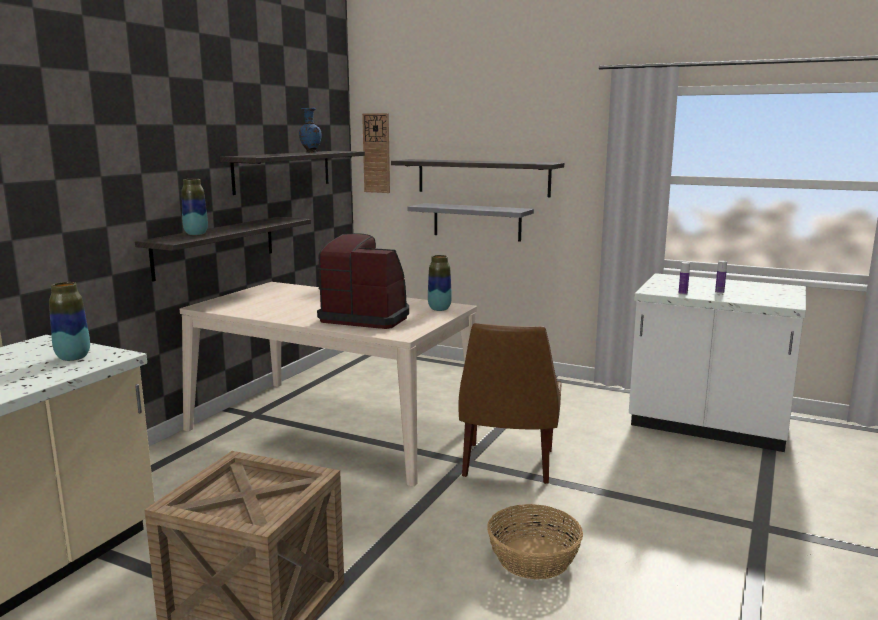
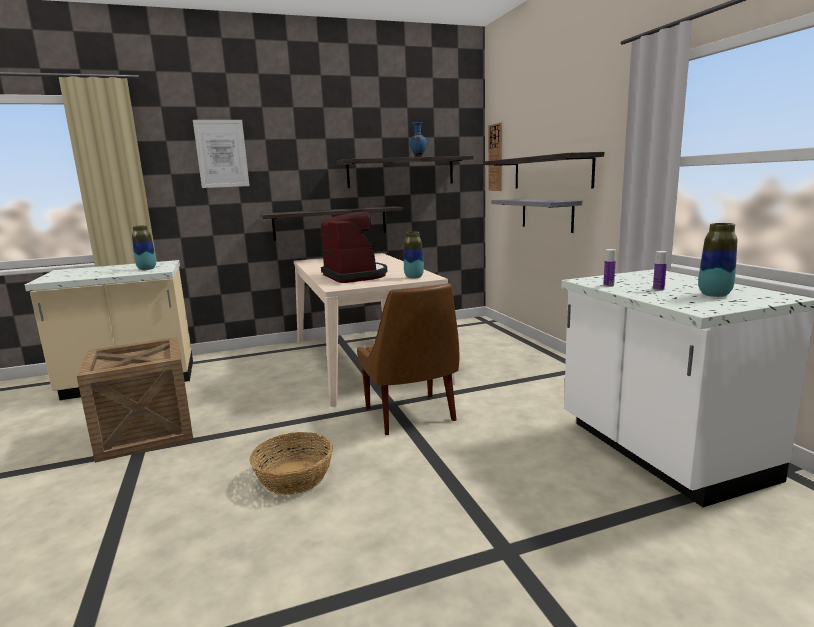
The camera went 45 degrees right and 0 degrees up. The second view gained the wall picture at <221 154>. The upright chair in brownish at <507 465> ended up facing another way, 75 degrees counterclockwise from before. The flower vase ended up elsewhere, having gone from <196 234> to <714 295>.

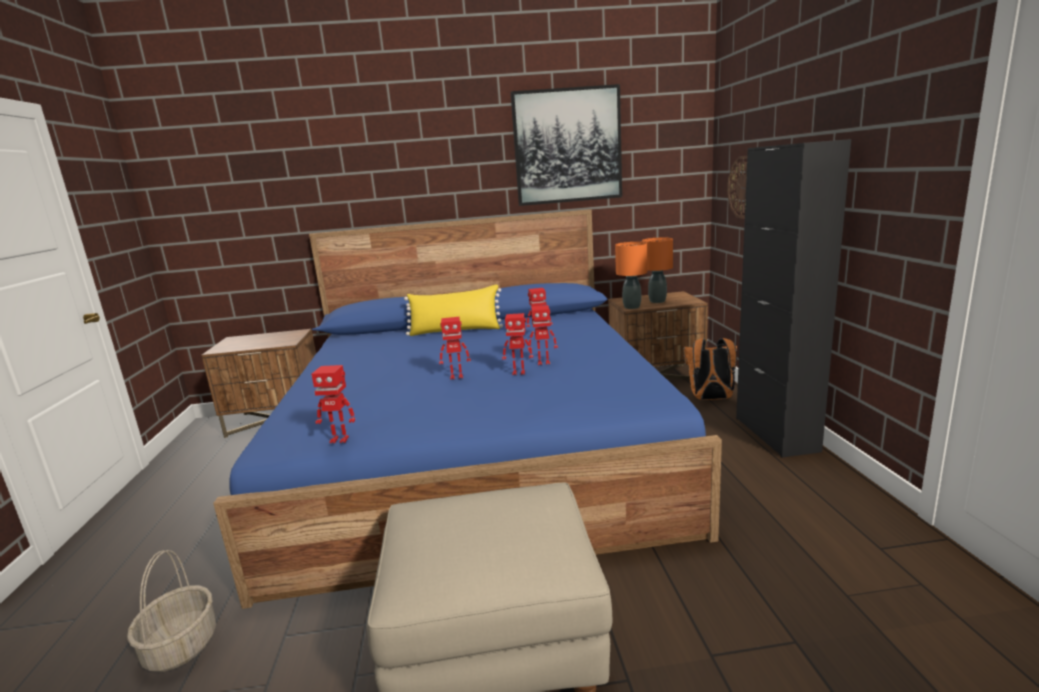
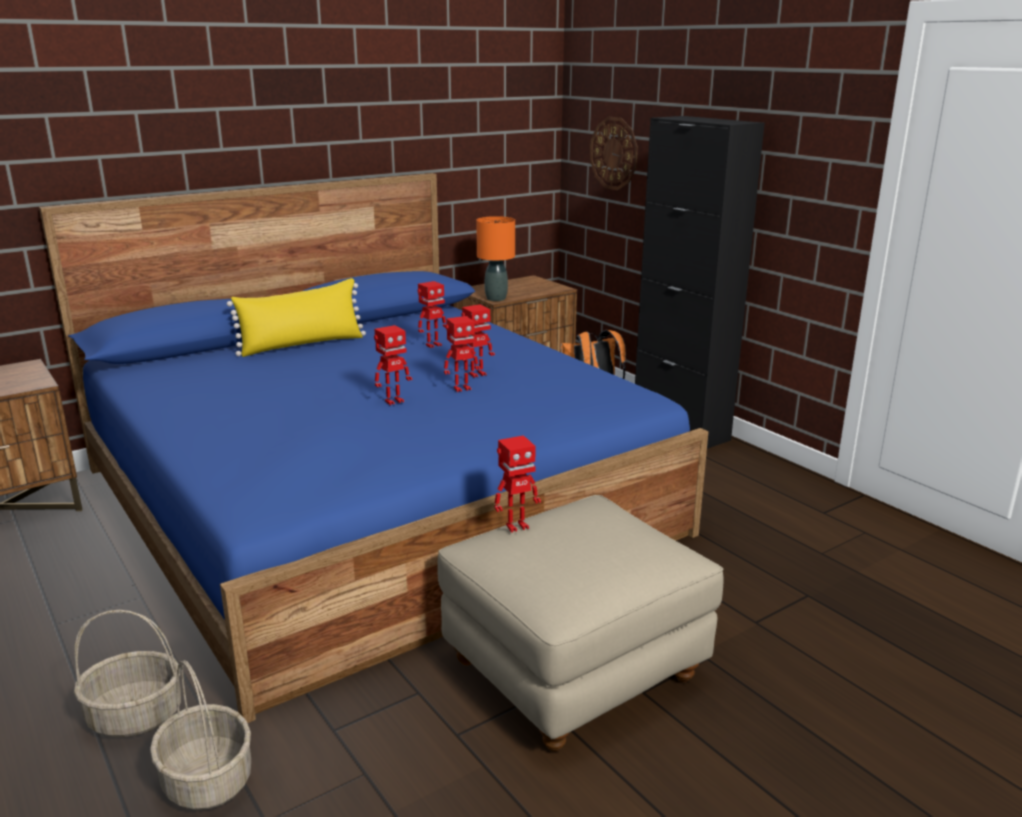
The camera went 30 degrees left and 5 degrees up. The second view gained the household basket at <134 717>. The model robot ended up elsewhere, having gone from <340 439> to <516 526>. The second view lost the wall picture at <567 146>. The second view lost the tabletop lamp in orangey at <657 301>.

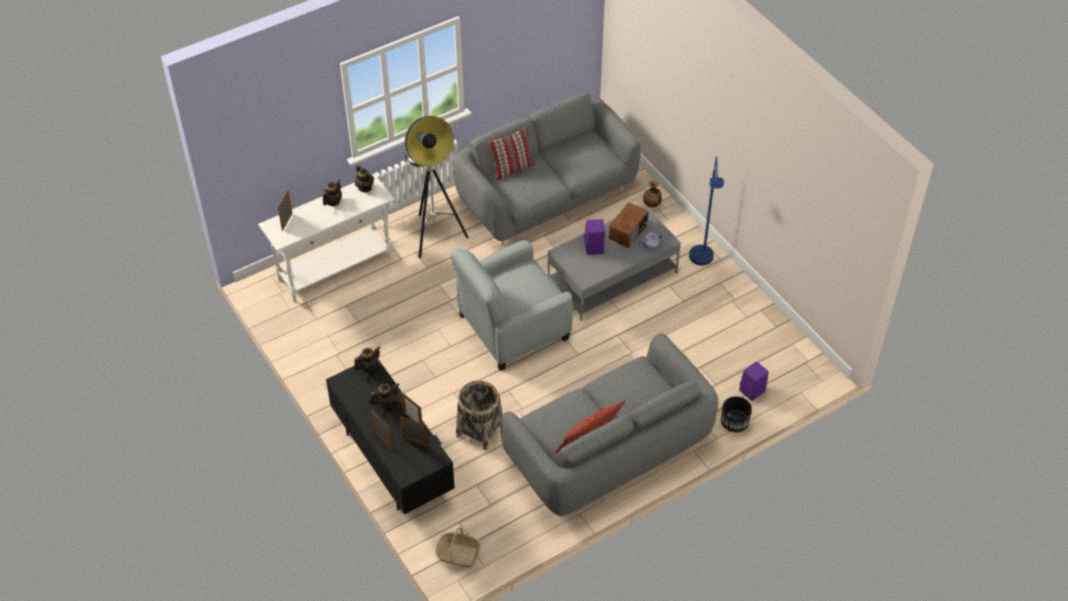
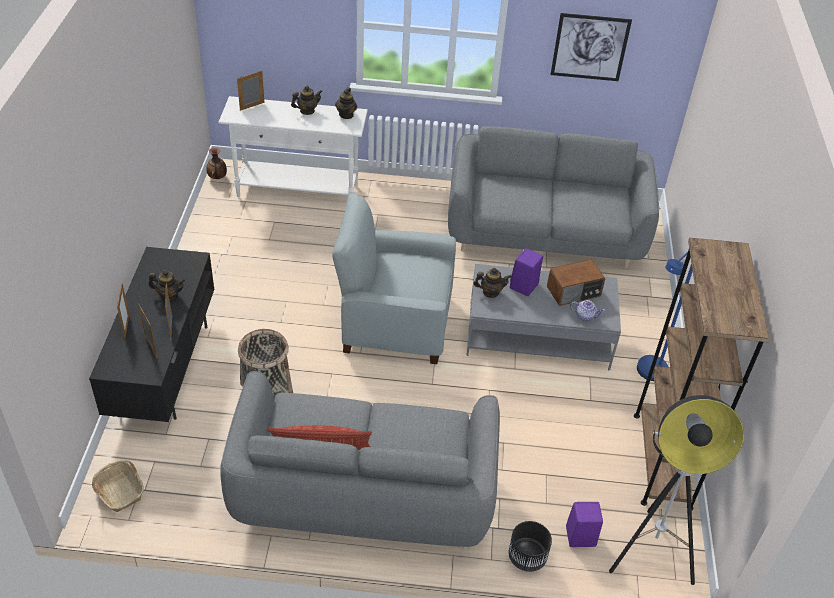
The camera went 35 degrees right and 5 degrees down. The flower vase ended up elsewhere, having gone from <652 204> to <217 177>. The tea pot ended up elsewhere, having gone from <368 367> to <490 292>. The second view gained the wall picture at <590 47>. The standard lamp ended up elsewhere, having gone from <434 235> to <650 552>. The second view gained the shelving unit in brownish at <662 460>. The second view lost the throw pillow at <512 169>.

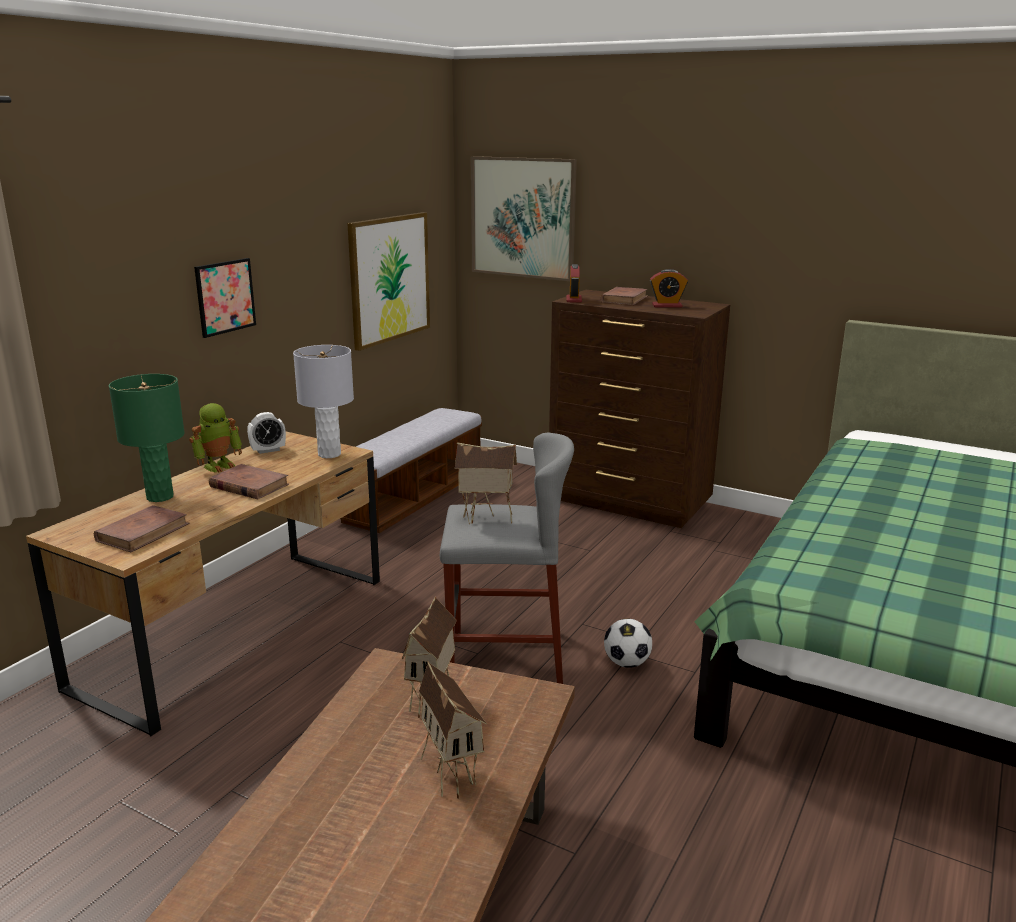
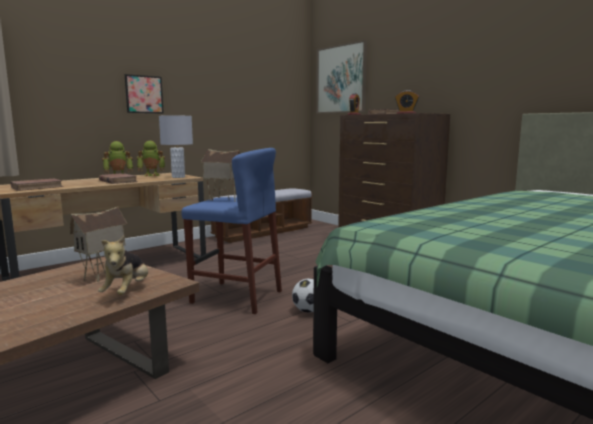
The camera went 20 degrees right and 10 degrees down. The second view gained the plush toy at <127 291>. Where the alarm clock stood at <268 450>, the model robot came to stand at <152 175>. What was the stool in greyish at <505 656> turned into the stool in blue at <236 297>. The second view lost the tabletop lamp in greenish at <159 497>. The second view lost the wall picture at <389 279>. The second view lost the toy house at <452 775>.

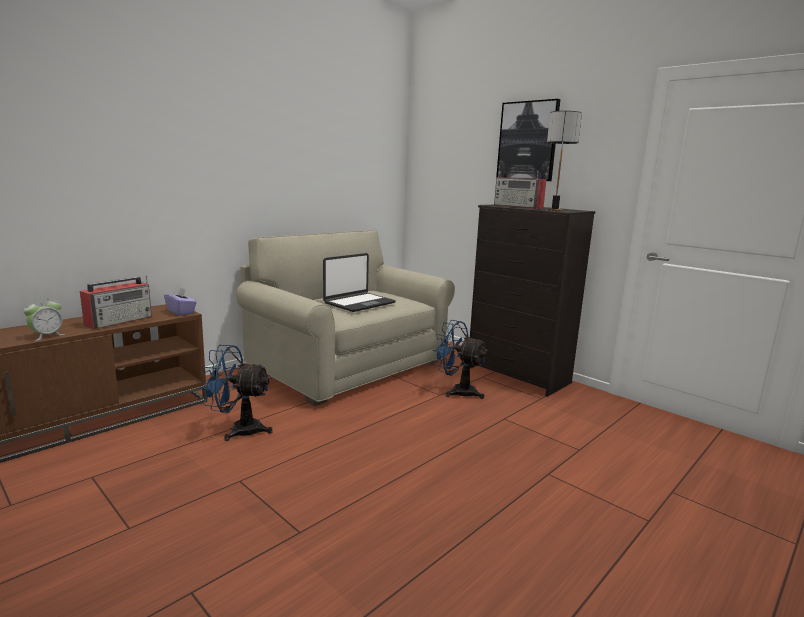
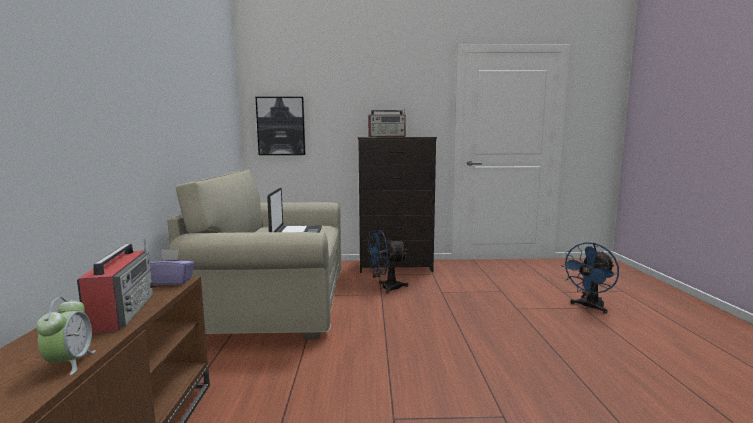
The camera went 45 degrees left and 5 degrees down. The wall picture ended up elsewhere, having gone from <527 141> to <281 126>. The fan in blue ended up elsewhere, having gone from <238 429> to <589 307>. The second view lost the tabletop lamp at <554 210>.

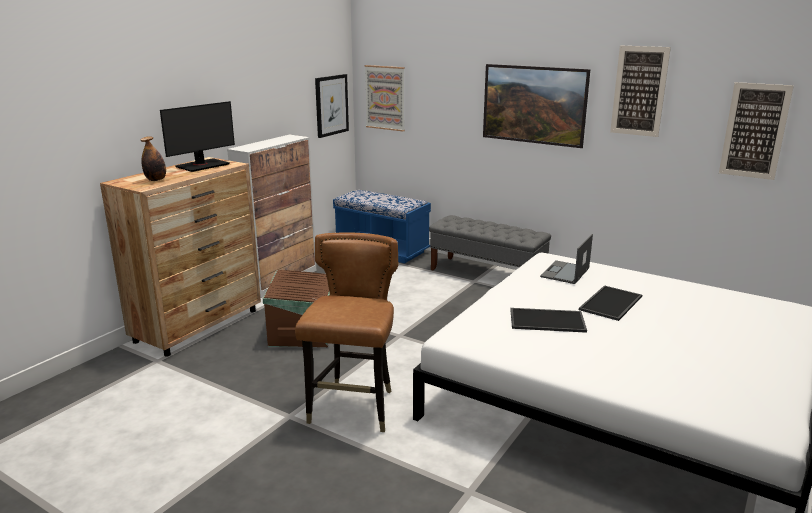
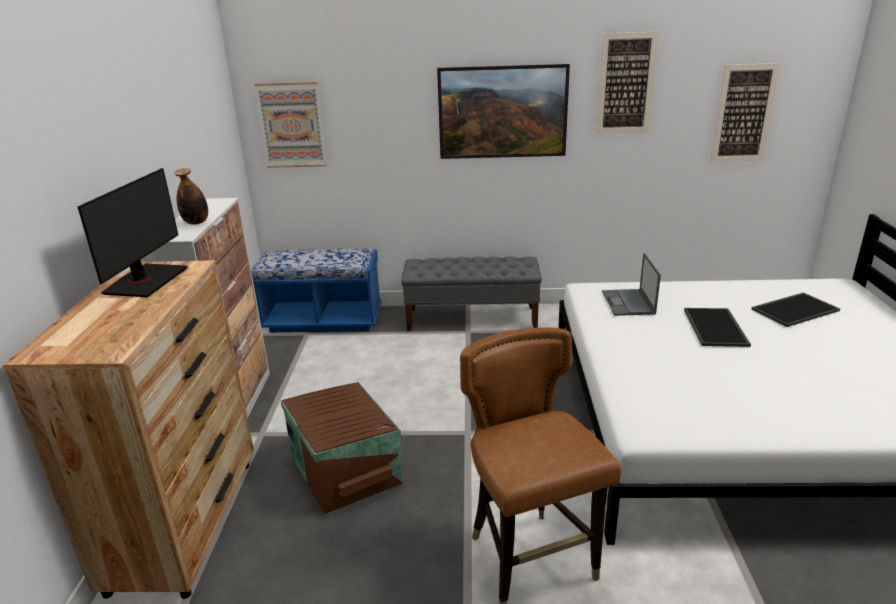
The camera went 30 degrees left and 5 degrees up. The drink bottle ended up elsewhere, having gone from <156 180> to <196 222>. The tray ended up elsewhere, having gone from <548 320> to <794 309>. The second view lost the wall picture at <331 105>.

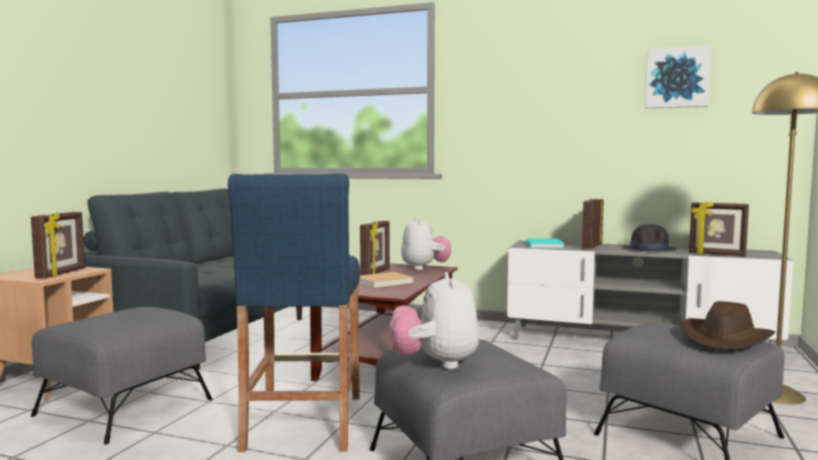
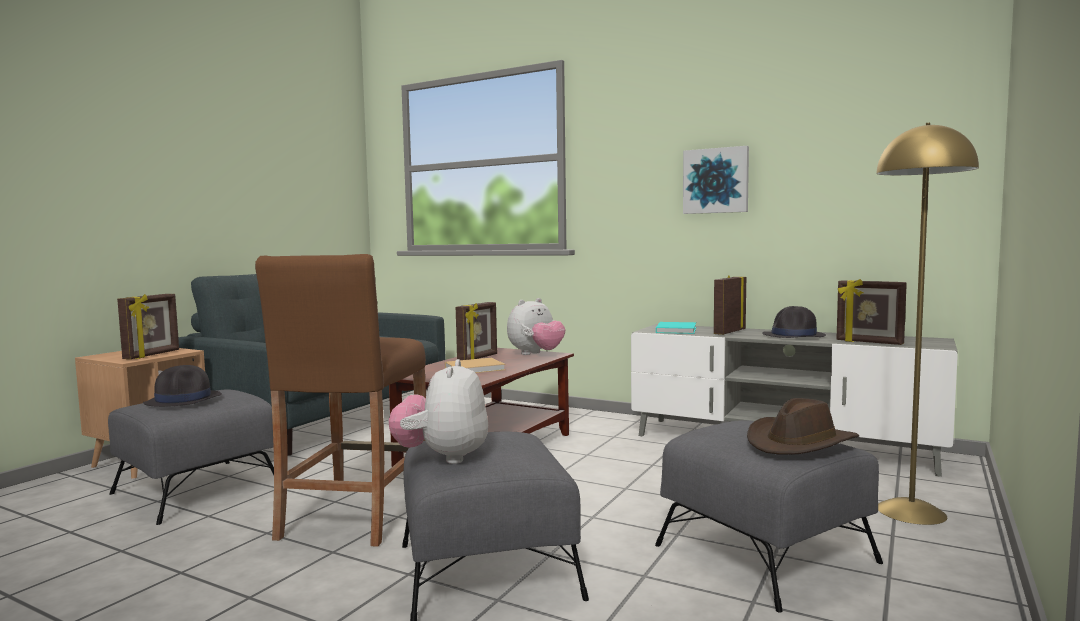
The camera went 10 degrees right and 0 degrees up. The second view gained the wearable hat in blackish at <184 400>. What was the stool in blue at <303 421> turned into the stool in brownish at <355 513>. The plush toy at <425 268> ended up facing another way, 45 degrees clockwise from before. The wall picture ended up elsewhere, having gone from <677 78> to <716 181>.

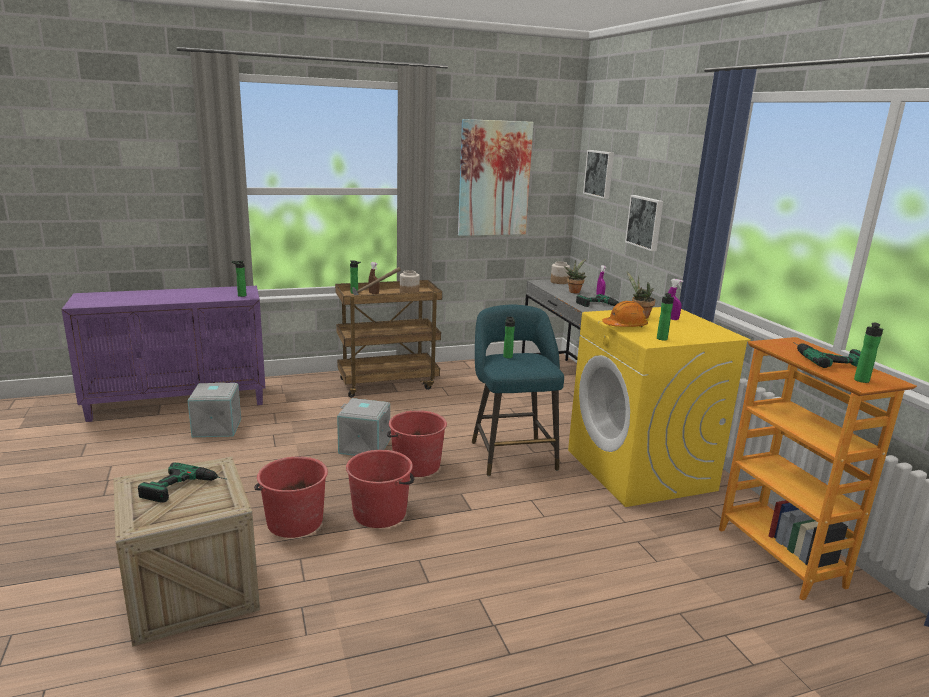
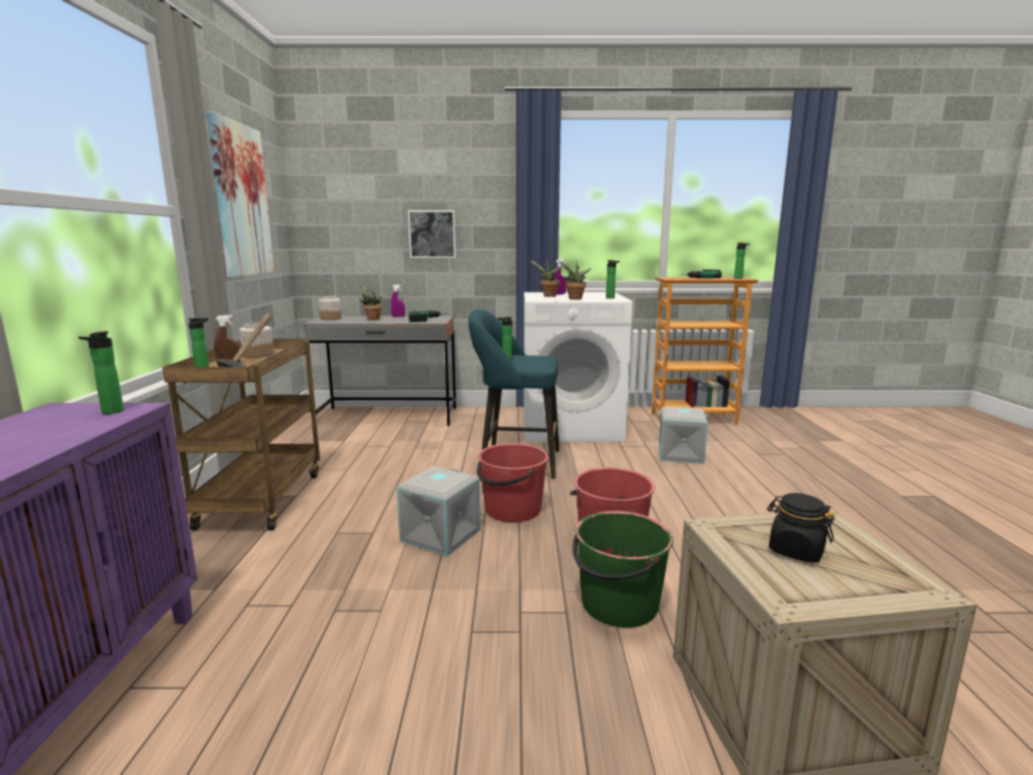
The camera went 70 degrees left and 5 degrees down. What was the washing machine in yellowish at <640 470> turned into the washing machine in white at <571 426>. Where the safety helmet in orangey stood at <625 326>, the houseplant came to stand at <574 299>. What was the pail in red-coloured at <294 522> turned into the pail in greenish at <618 604>. The storage bin in greyish ended up elsewhere, having gone from <216 427> to <680 455>. Where the electric drill stood at <186 489>, the preserve jar in blackish came to stand at <795 550>. The second view lost the wall picture at <600 173>.

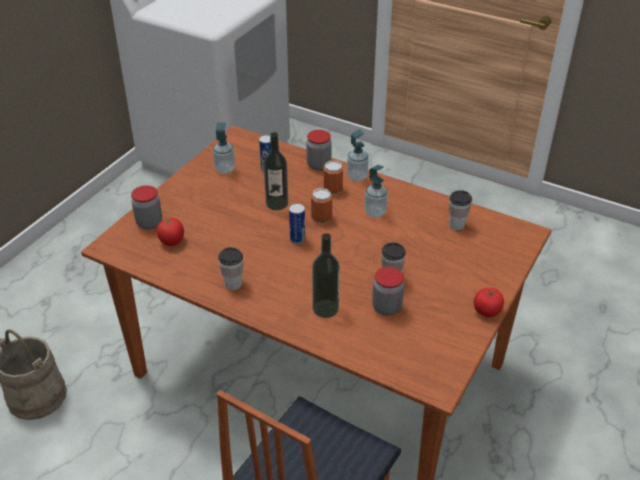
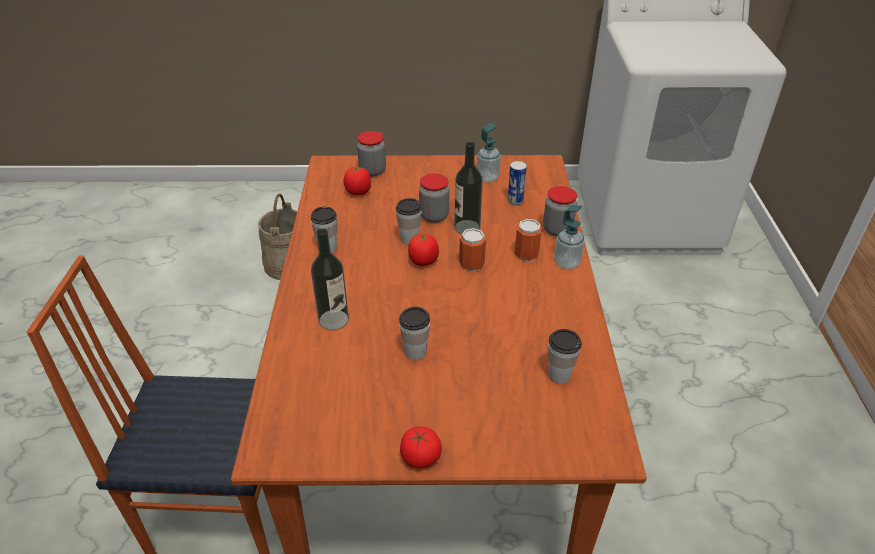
The camera went 60 degrees right and 0 degrees up. The second view gained the drinking cup at <409 239>. Where the sealed can stood at <297 239>, the tomato came to stand at <423 261>. The preserve jar ended up elsewhere, having gone from <386 307> to <434 216>. The second view lost the soap dispenser at <375 212>.

